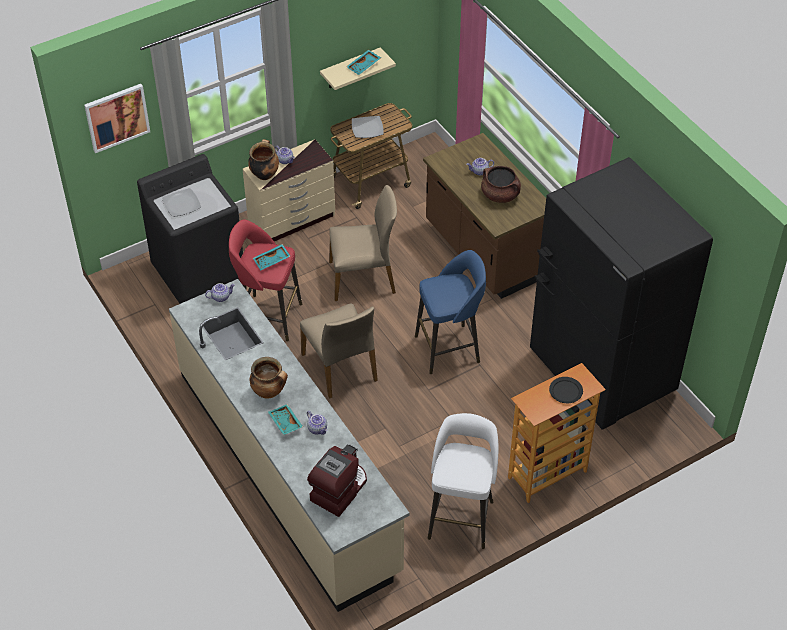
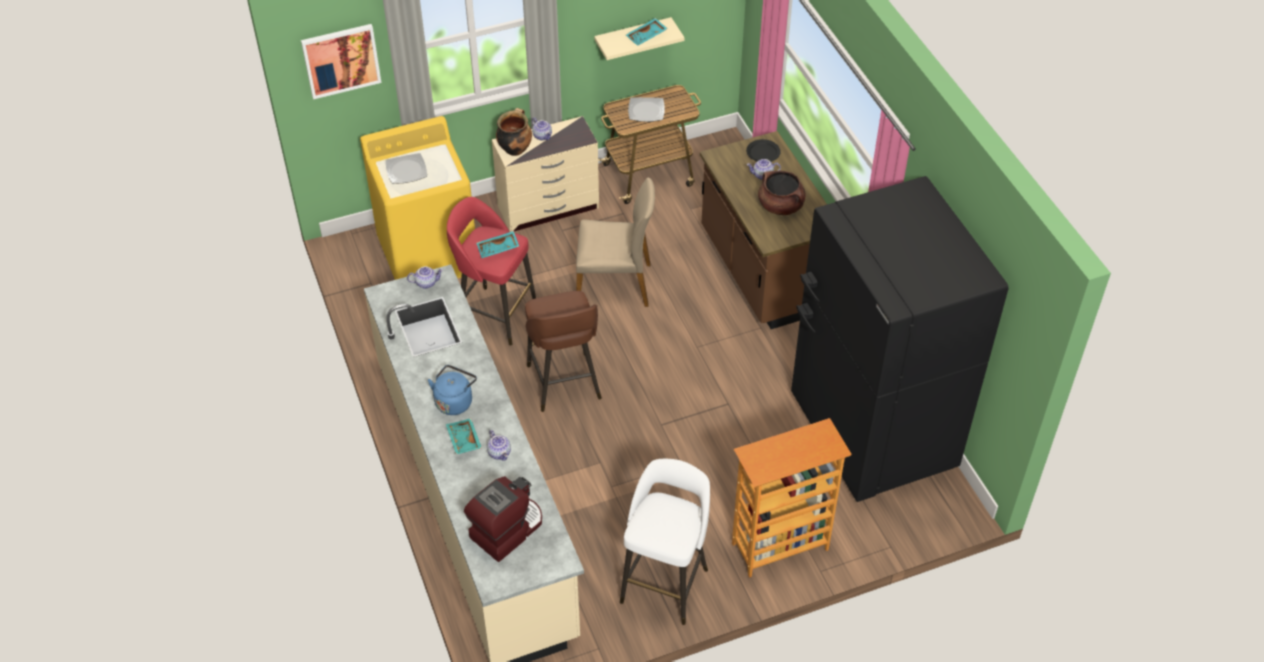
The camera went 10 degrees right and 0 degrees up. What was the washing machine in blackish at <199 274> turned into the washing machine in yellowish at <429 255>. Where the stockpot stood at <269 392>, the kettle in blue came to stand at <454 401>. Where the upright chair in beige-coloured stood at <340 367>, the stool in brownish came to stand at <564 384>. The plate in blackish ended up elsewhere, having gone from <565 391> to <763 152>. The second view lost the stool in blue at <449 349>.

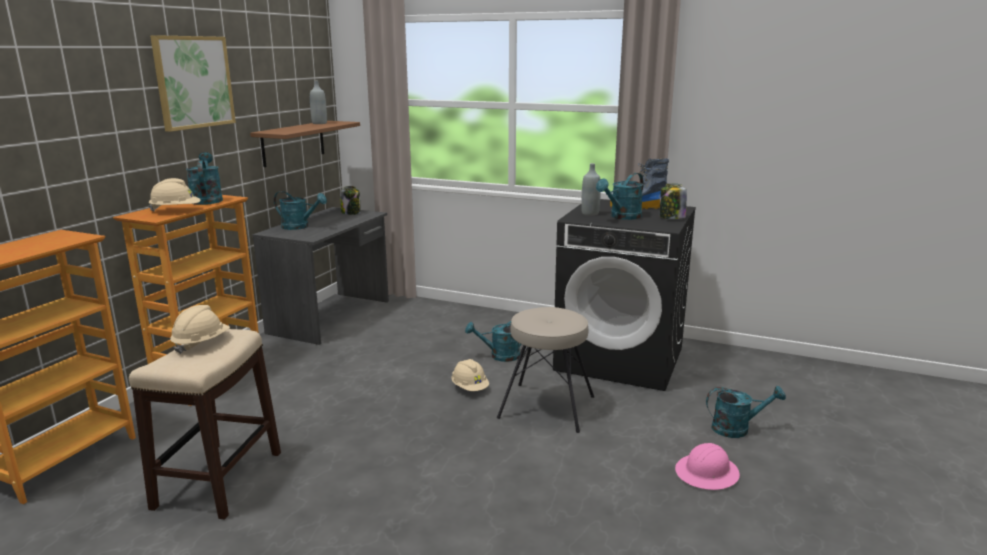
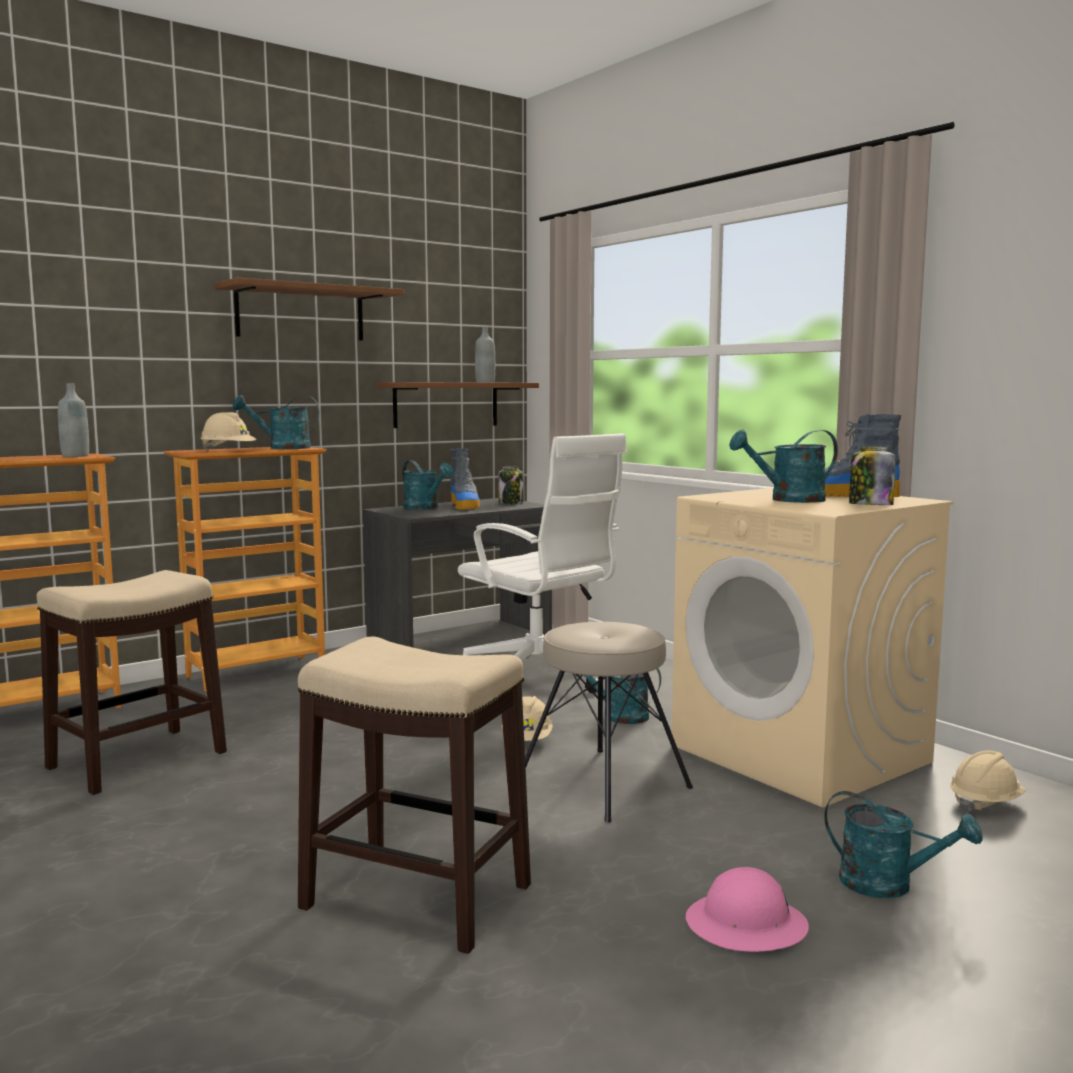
The camera went 30 degrees right and 10 degrees down. The drink bottle in greyish ended up elsewhere, having gone from <590 213> to <75 456>. Where the wall picture hung at <193 82>, the shelf in brownish came to hang at <300 313>. The watering can in blue-green at <206 199> ended up facing another way, 105 degrees counterclockwise from before. The second view gained the stool at <419 897>. The second view gained the high-top boot at <465 506>. The second view gained the office chair in white at <540 676>. What was the washing machine in blackish at <620 359> turned into the washing machine in beige-coloured at <801 754>. The safety helmet in beige-coloured ended up elsewhere, having gone from <201 343> to <985 803>.

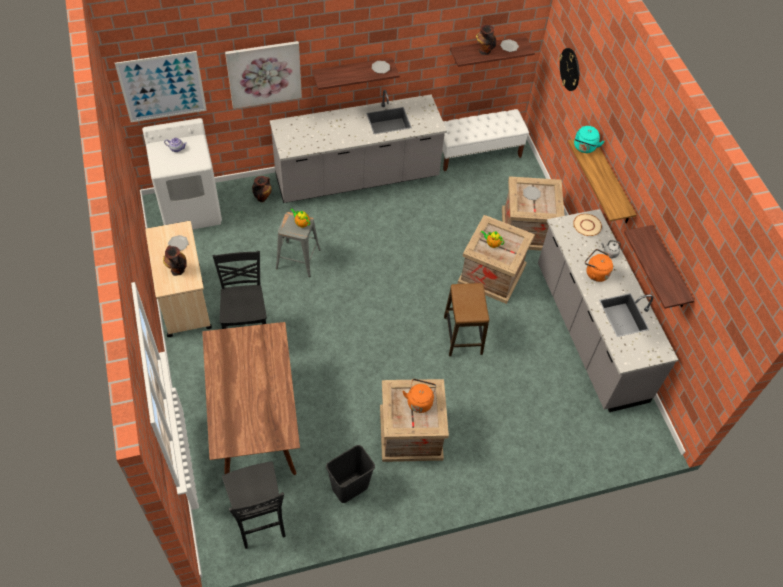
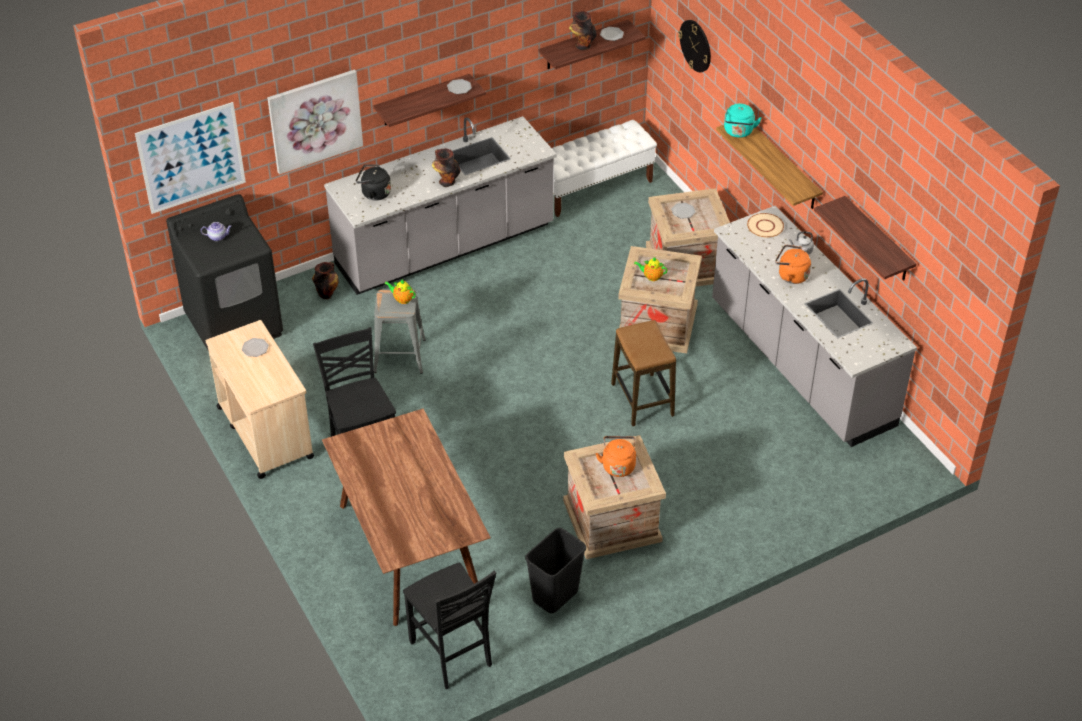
The camera went 10 degrees left and 10 degrees down. What was the washing machine in white at <191 208> turned into the washing machine in blackish at <235 325>. The second view gained the kettle in blackish at <374 193>. The flower vase ended up elsewhere, having gone from <177 270> to <446 181>.

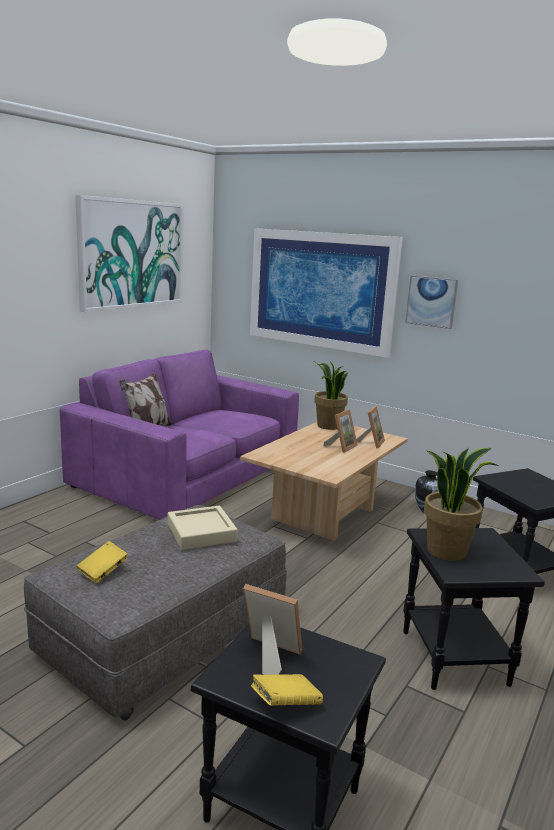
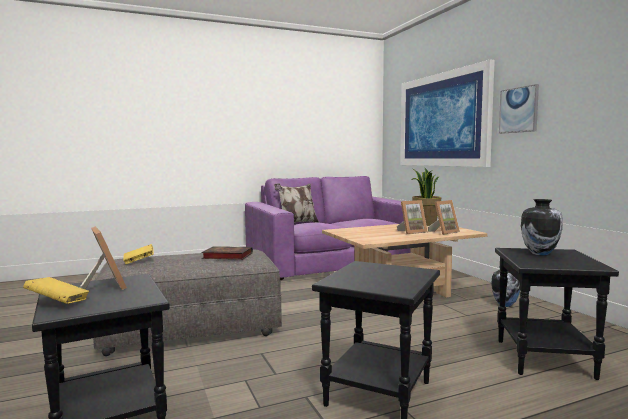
The camera went 35 degrees right and 10 degrees down. Where the tray in beige-coloured stood at <201 532>, the book came to stand at <226 256>. The second view gained the flower vase at <539 253>. The second view lost the wall picture at <132 254>. The second view lost the houseplant at <446 551>.

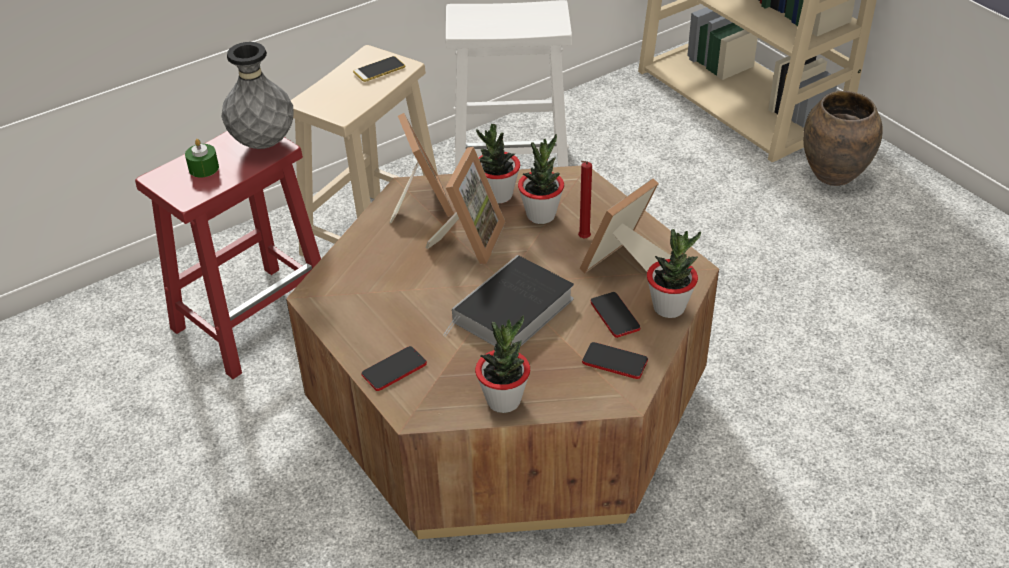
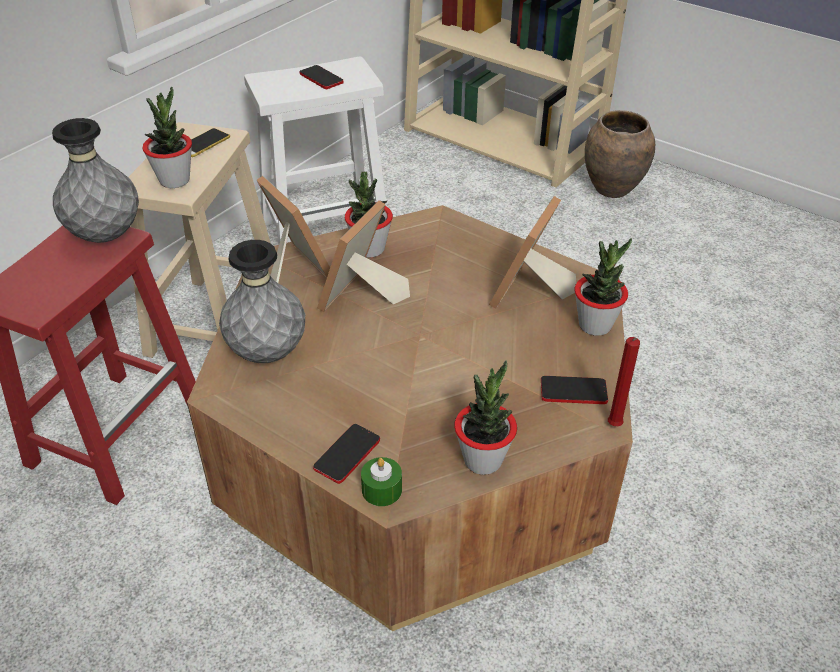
The camera went 20 degrees left and 0 degrees up. The houseplant ended up elsewhere, having gone from <541 215> to <175 180>. The second view gained the flower vase in greyish at <267 353>. The handset ended up elsewhere, having gone from <615 315> to <321 78>. The standing frame at <469 239> ended up facing another way, 150 degrees counterclockwise from before. The candle in greenish ended up elsewhere, having gone from <203 168> to <382 490>. The candle in red-coloured ended up elsewhere, having gone from <583 239> to <613 427>. The second view lost the book at <512 312>.

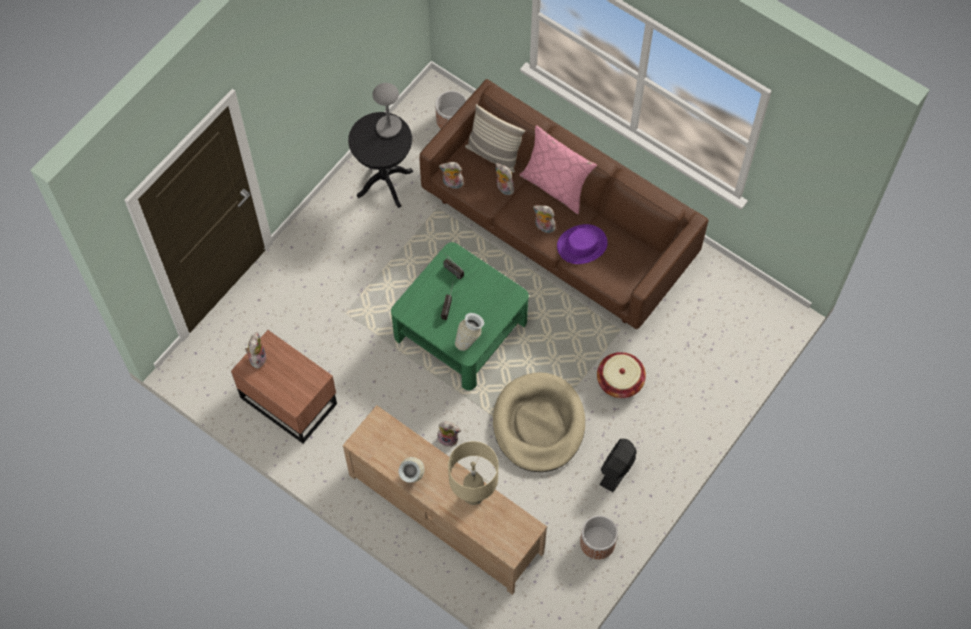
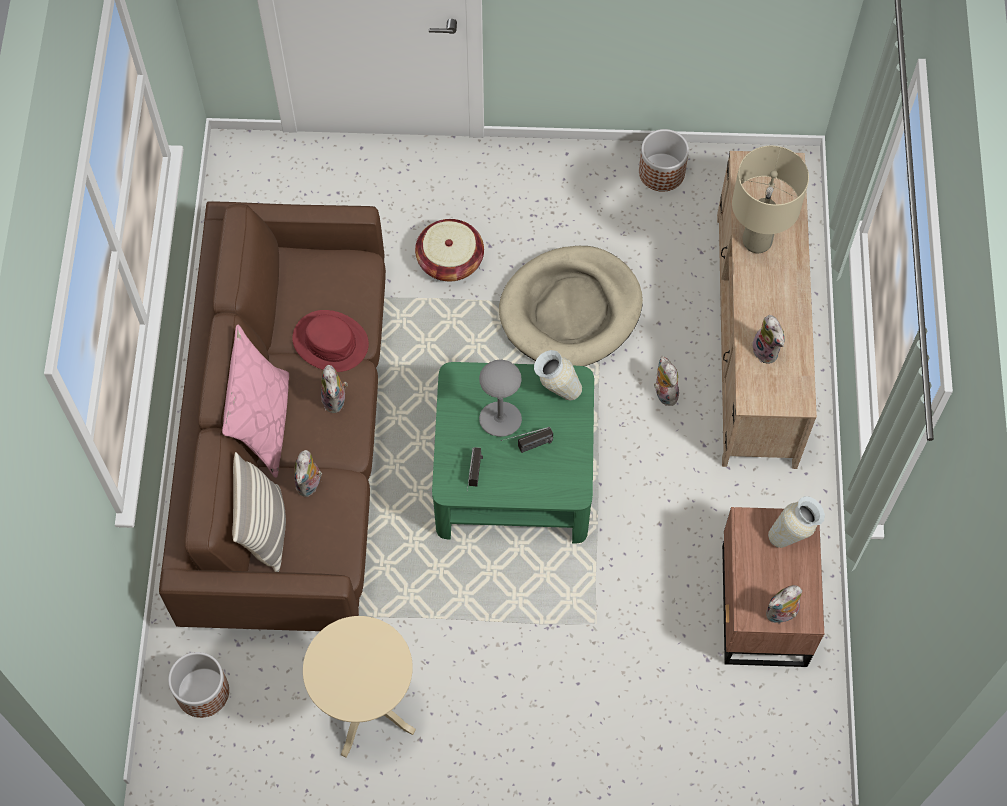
The camera went 125 degrees left and 0 degrees up. What was the wearable hat in purple-coloured at <582 245> turned into the wearable hat in red-coloured at <330 341>. What was the accent table in blackish at <385 183> turned into the accent table in beige-coloured at <367 710>. The tabletop lamp in greyish ended up elsewhere, having gone from <389 127> to <500 420>. The plush toy ended up elsewhere, having gone from <452 184> to <767 351>. The flower vase ended up elsewhere, having gone from <412 478> to <792 536>. The second view lost the fan in blackish at <617 469>.

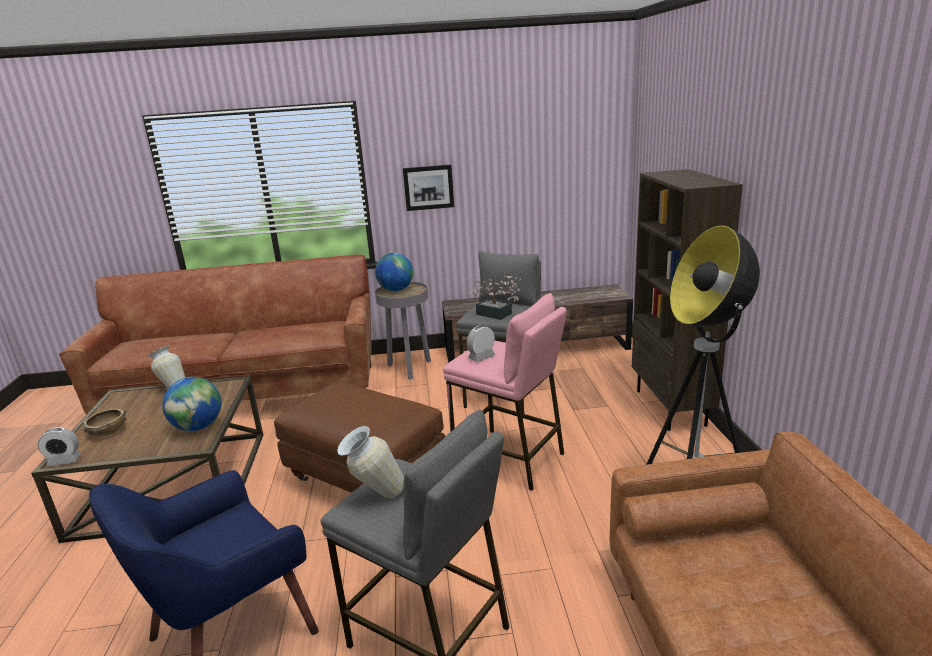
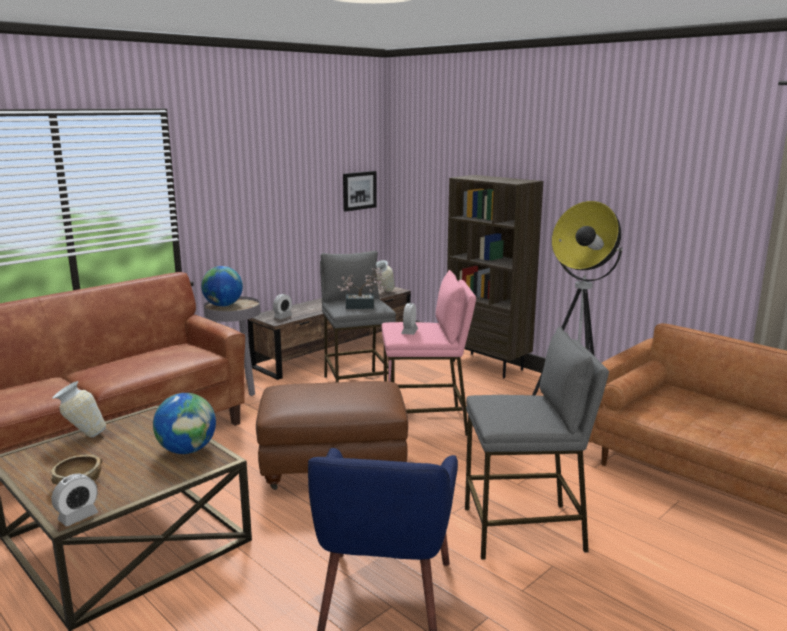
The camera went 40 degrees left and 5 degrees down. The second view gained the alarm clock at <283 317>. The wall picture ended up elsewhere, having gone from <428 187> to <359 190>. The flower vase ended up elsewhere, having gone from <375 496> to <383 292>.

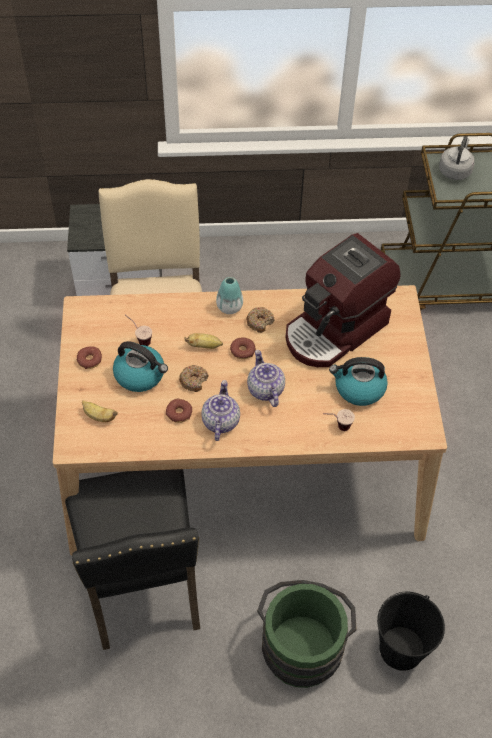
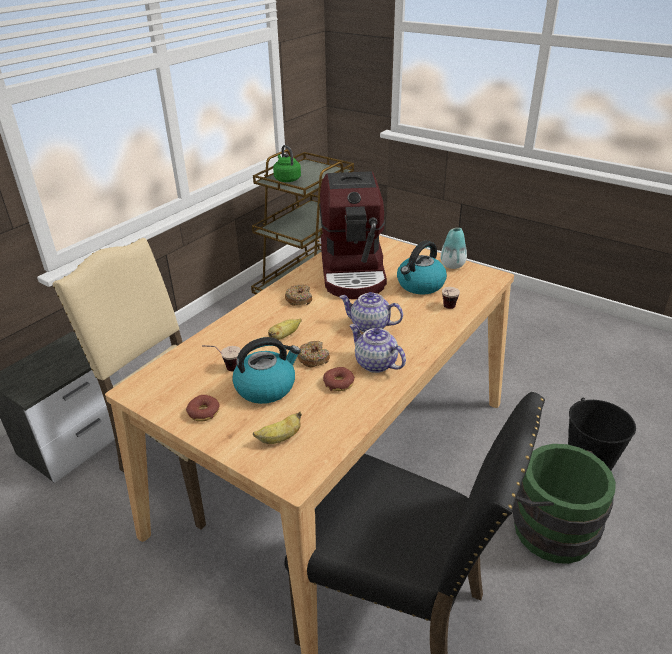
The camera went 50 degrees left and 20 degrees down. What was the kettle in greyish at <455 170> turned into the kettle in greenish at <287 179>. The flower vase ended up elsewhere, having gone from <229 307> to <452 265>. The second view lost the donut at <242 351>.

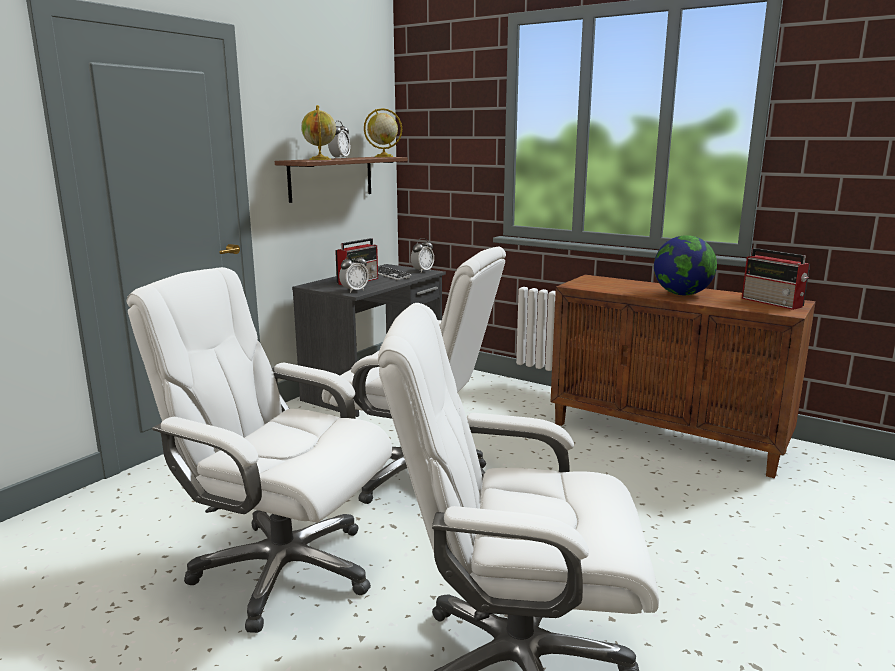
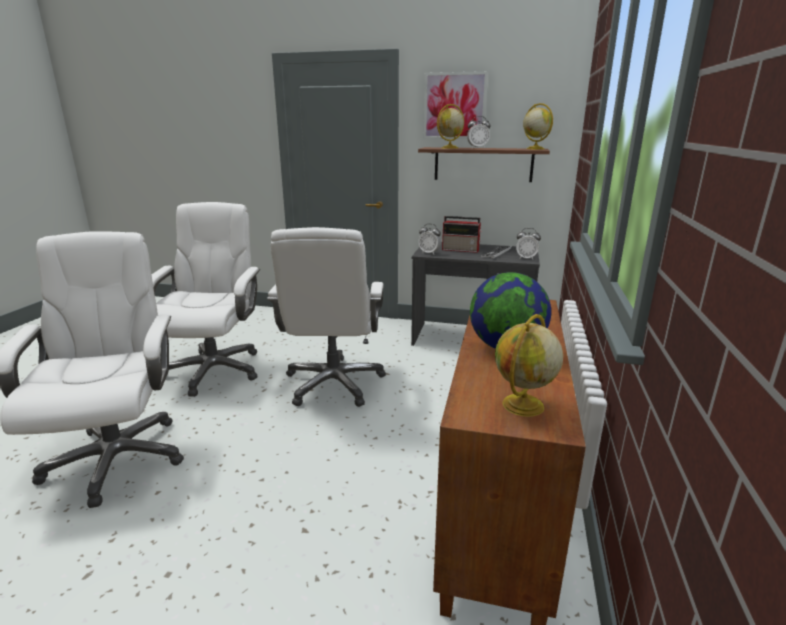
The camera went 70 degrees right and 5 degrees up. The second view gained the wall picture at <454 106>. Where the radio set stood at <773 303>, the globe came to stand at <523 406>.

